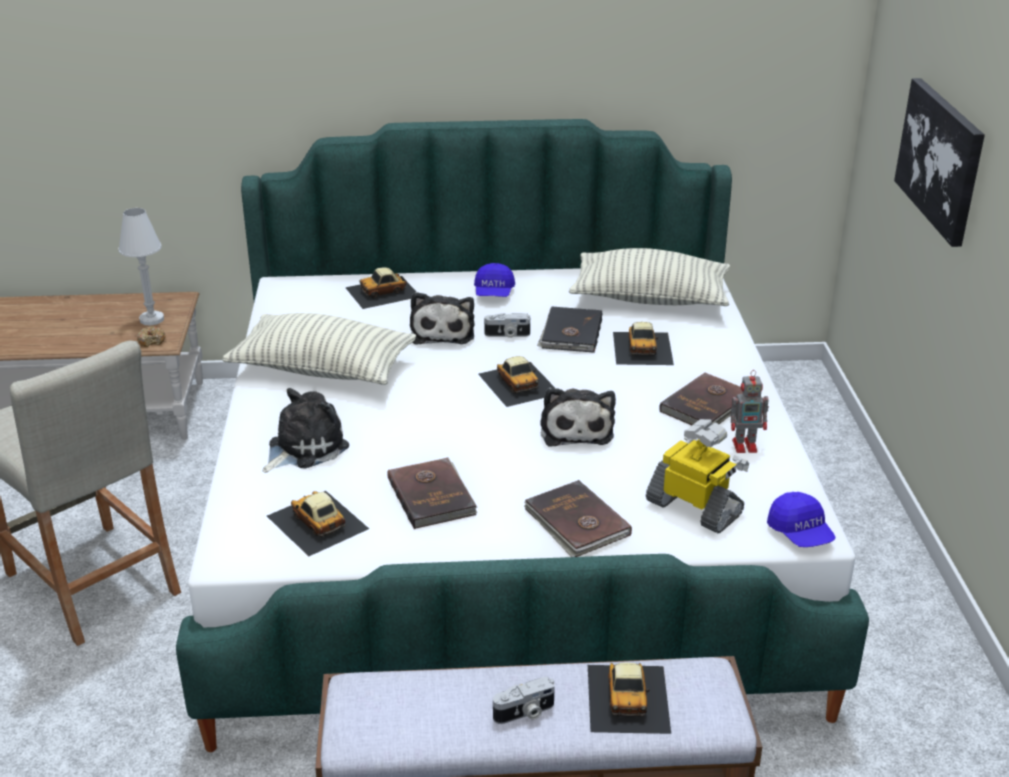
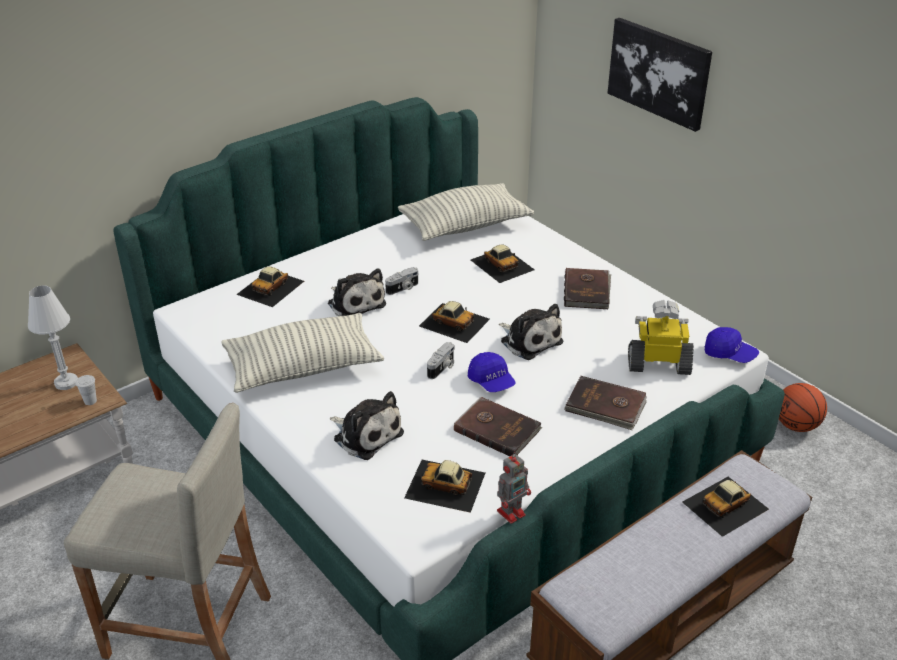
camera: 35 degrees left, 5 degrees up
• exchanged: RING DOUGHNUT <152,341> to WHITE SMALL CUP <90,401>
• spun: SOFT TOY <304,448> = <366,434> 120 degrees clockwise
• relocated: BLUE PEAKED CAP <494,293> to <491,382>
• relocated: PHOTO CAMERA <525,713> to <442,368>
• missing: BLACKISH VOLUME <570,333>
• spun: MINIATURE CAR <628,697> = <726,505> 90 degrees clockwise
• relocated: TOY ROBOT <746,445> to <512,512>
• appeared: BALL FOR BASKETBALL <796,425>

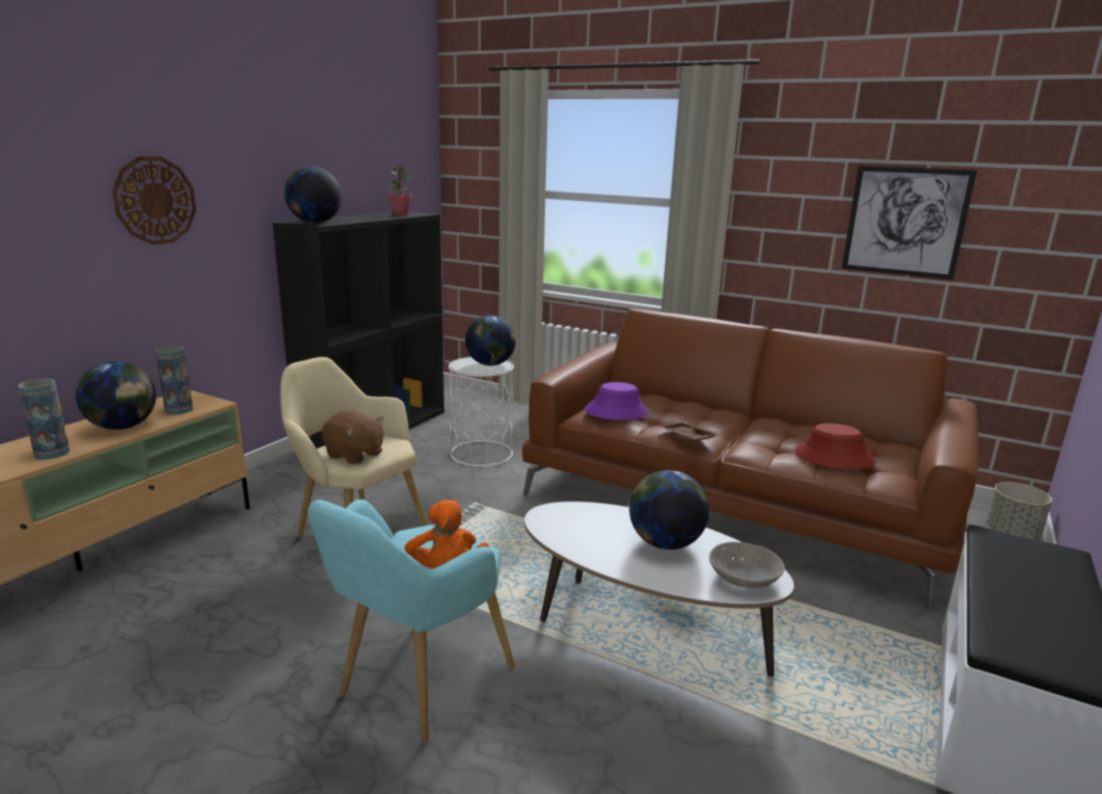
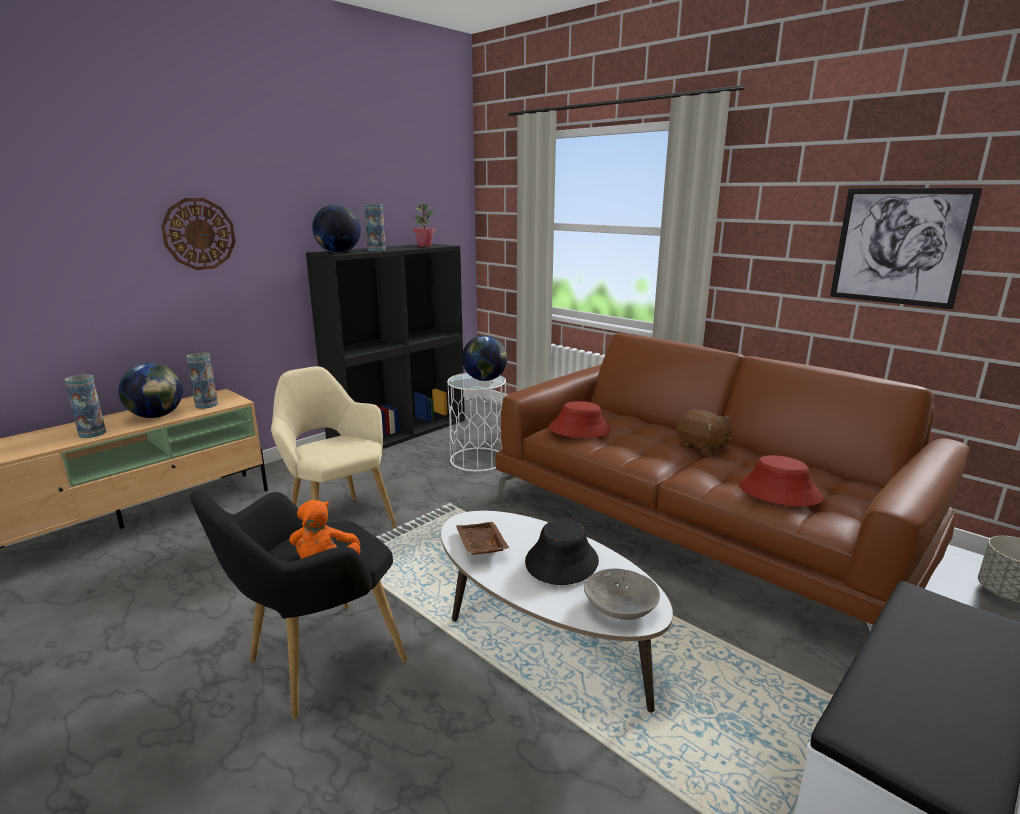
camera: 15 degrees right, 0 degrees up
• colour: TURQUOISE-COLOURED ARMCHAIR <417,685> to BLACKISH ARMCHAIR <315,664>
• relocated: BROWNISH SOFT TOY <354,455> to <702,447>
• colour: PURPLE-COLOURED CLOTHING HAT <616,411> to RED-COLOURED CLOTHING HAT <579,429>
• exchanged: DESK GLOBE <665,543> to BLACKISH CLOTHING HAT <561,561>
• relocated: BROWNISH TRAY <687,438> to <480,546>
• appeared: DECORATIVE VASE <376,250>

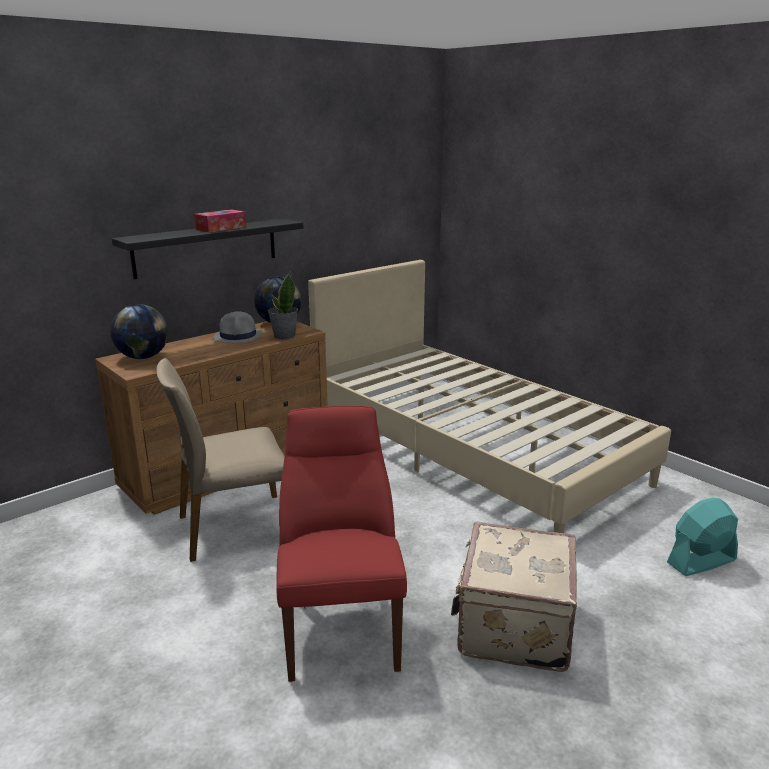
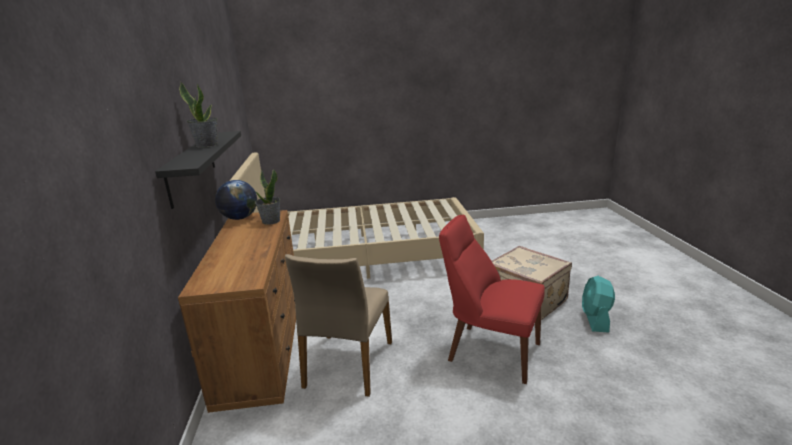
camera: 55 degrees left, 0 degrees up
• missing: DESK GLOBE <143,357>
• exchanged: BOX OF TISSUES <221,228> to POTTED PLANT <207,145>
• missing: GRAY CLOTHING HAT <238,336>
• relocated: TURQUOISE-COLOURED FAN <701,561> to <595,319>

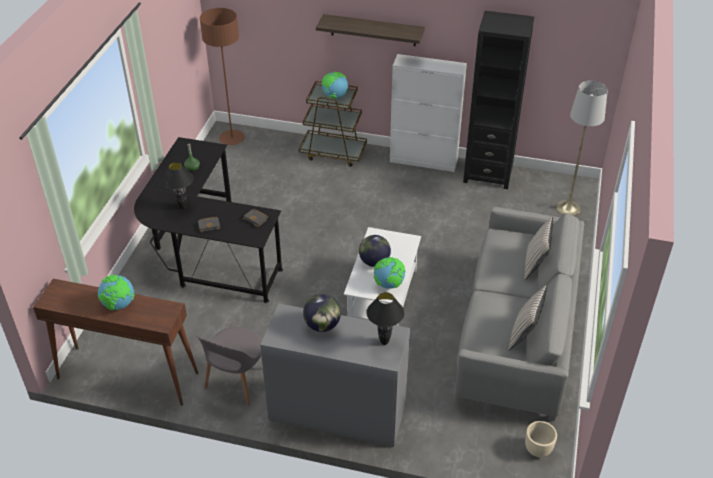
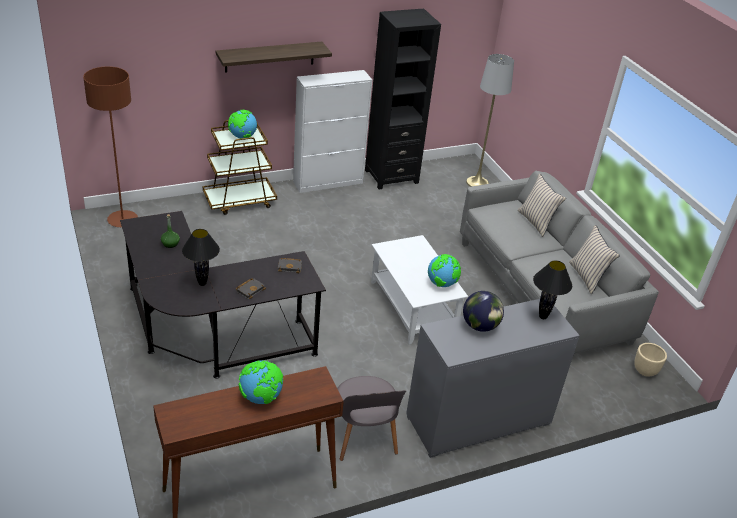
camera: 40 degrees left, 5 degrees down
• missing: DESK GLOBE <374,262>

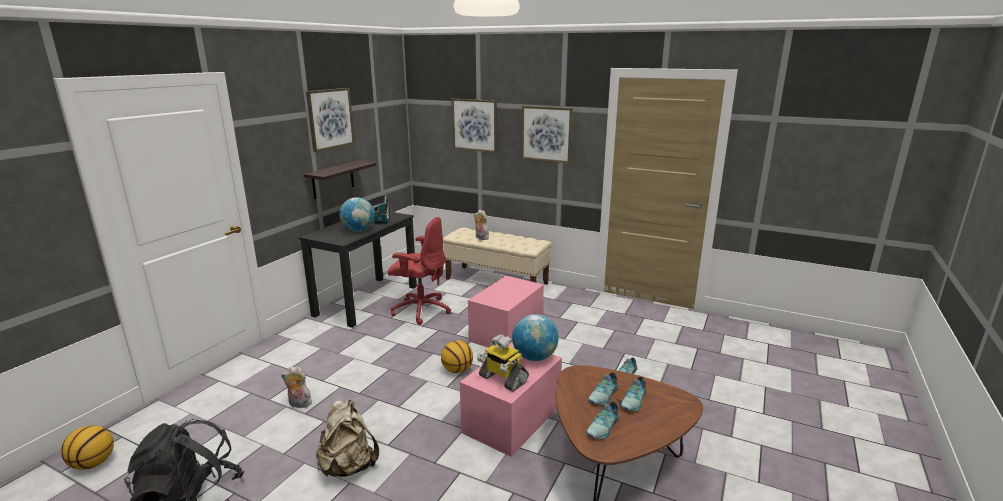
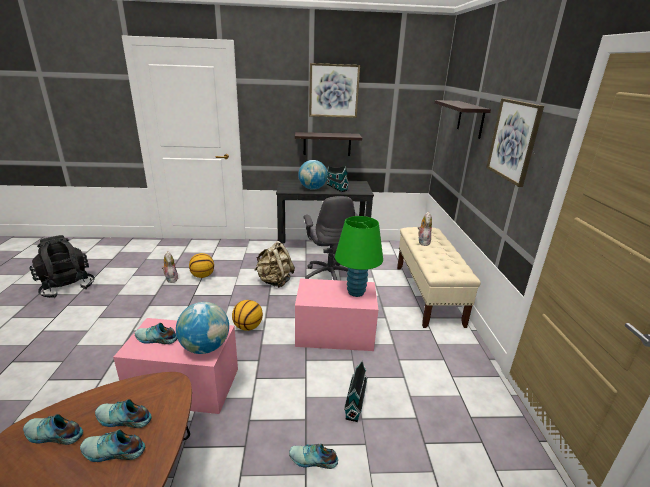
camera: 60 degrees right, 5 degrees up
• relocated: BALL FOR BASKETBALL <93,463> to <203,276>
• relocated: BEIGE-COLOURED RUCKSACK <348,466> to <274,281>
• colour: RED-COLOURED DESK CHAIR <420,310> to GRAY DESK CHAIR <330,276>
• exchanged: WALL PICTURE <474,125> to SHELF <470,119>
• exchanged: TOY ROBOT <502,379> to SHOE <156,339>
• appeared: GREEN-COLOURED LAMP FOR A TABLE <356,292>
• appeared: TOY HOUSE <355,401>

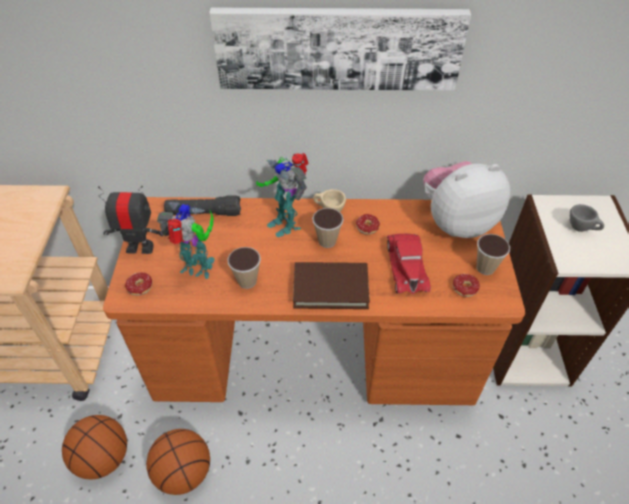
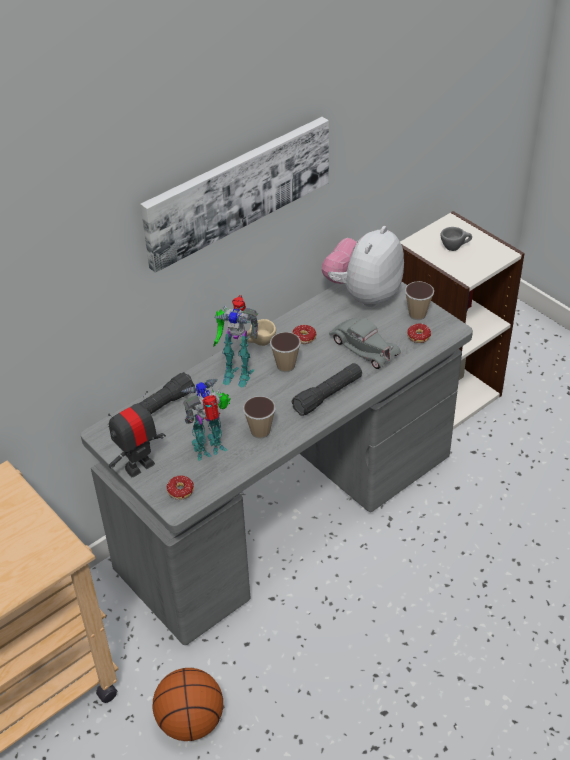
camera: 40 degrees left, 5 degrees down
• colour: ORANGE DESK TABLE <314,358> to GRAY DESK TABLE <288,513>
• missing: BALL FOR BASKETBALL <183,472>
• exchanged: BROWNISH VOLUME <330,288> to BLACKISH HAND TORCH <328,395>
• colour: RED-COLOURED MINIATURE CAR <406,266> to GRAY MINIATURE CAR <363,347>

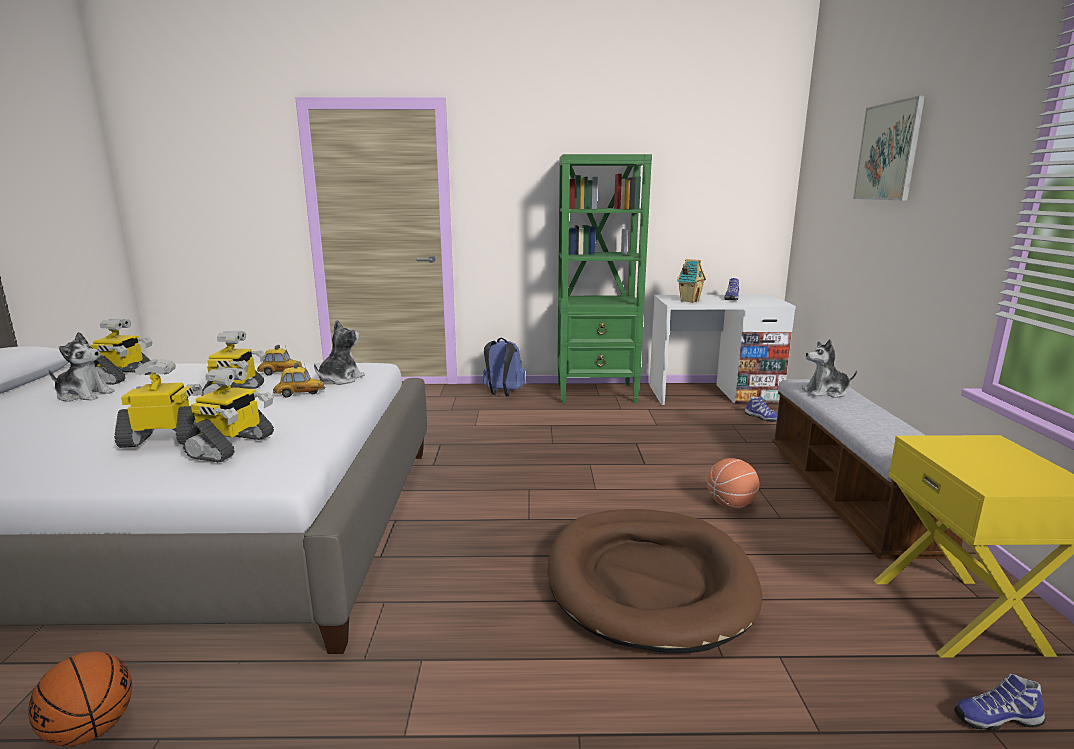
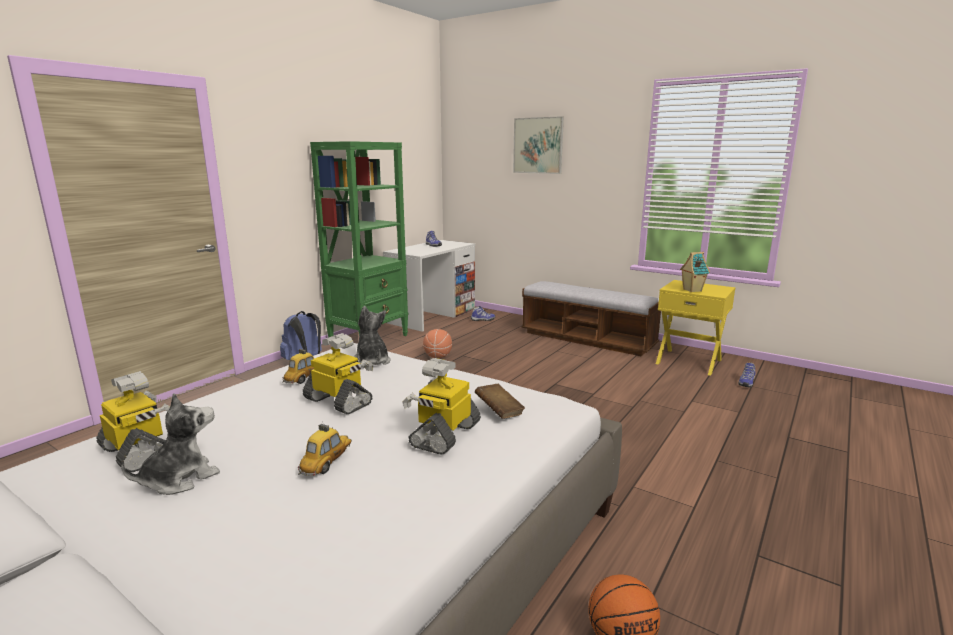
camera: 55 degrees left, 0 degrees up
• exchanged: TOY ROBOT <233,446> to BROWNISH VOLUME <499,411>
• relocated: MINIATURE CAR <299,394> to <327,463>
• missing: BROWNISH PET BED <648,581>
• relocated: TOY HOUSE <689,301> to <691,290>
• relocated: BALL FOR BASKETBALL <730,504> to <438,356>
• missing: SOFT TOY <826,392>

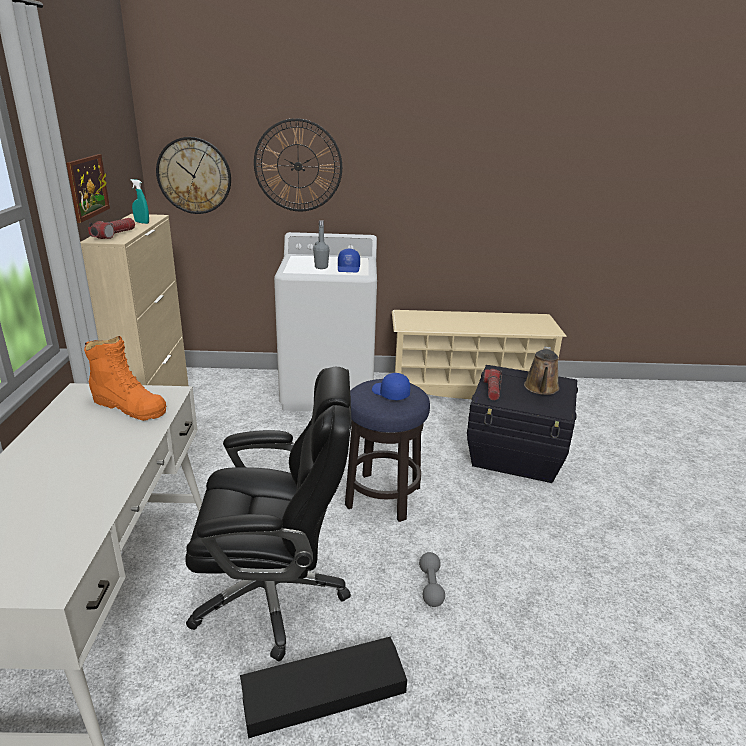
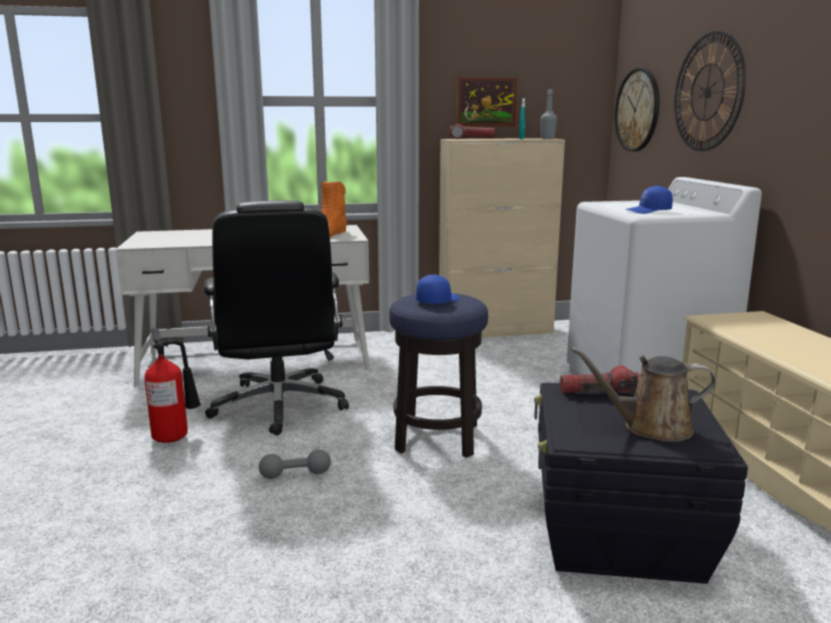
camera: 80 degrees right, 10 degrees down
• exchanged: BLACKISH STORAGE BIN <323,692> to EXTINGUISHER <175,437>
• relocated: GRAY BOTTLE <321,267> to <547,138>

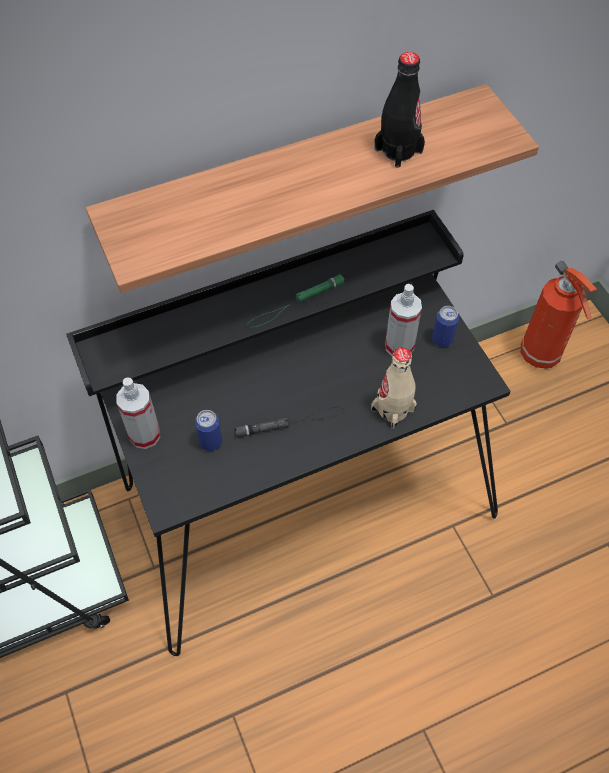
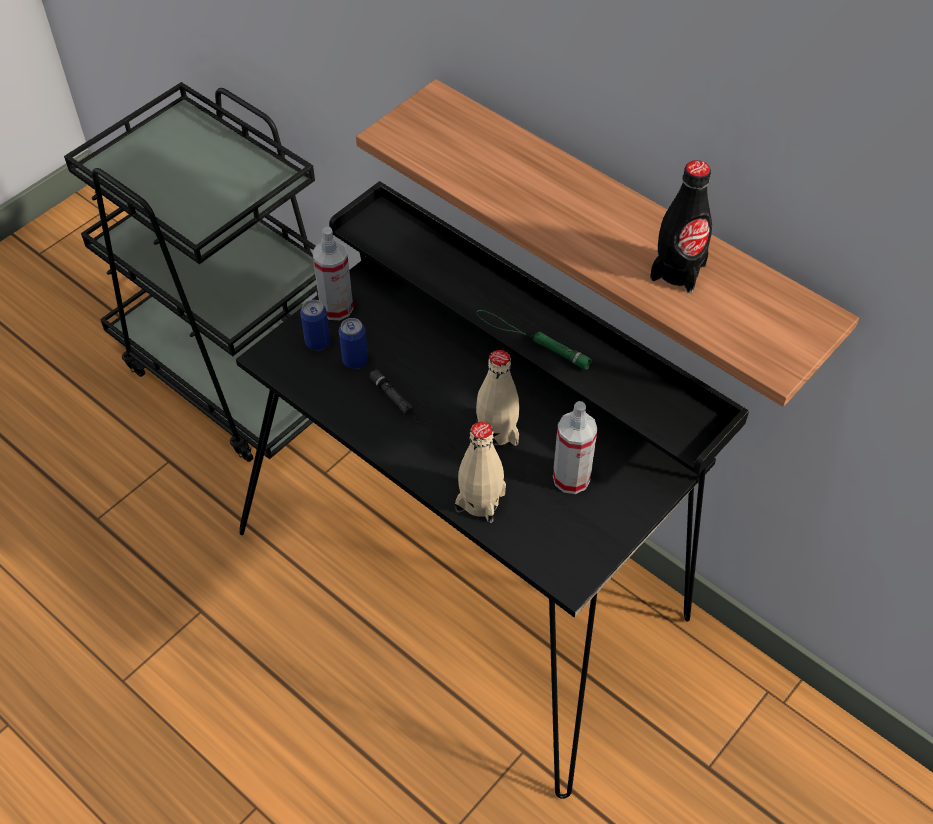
camera: 65 degrees right, 5 degrees down
• relocated: METAL CAN <442,339> to <317,342>
• missing: EXTINGUISHER <541,356>
• appeared: BEIGE-COLOURED BOTTLE <497,431>

